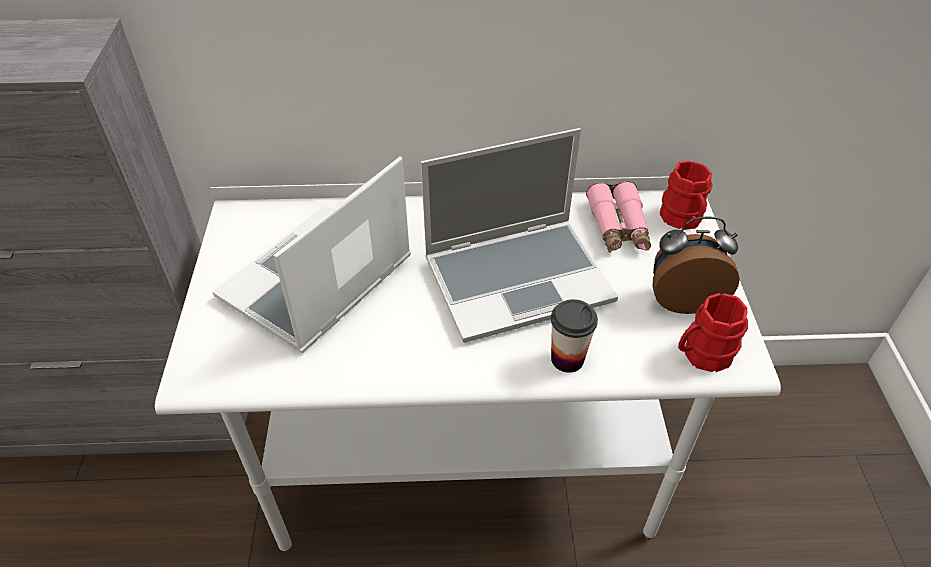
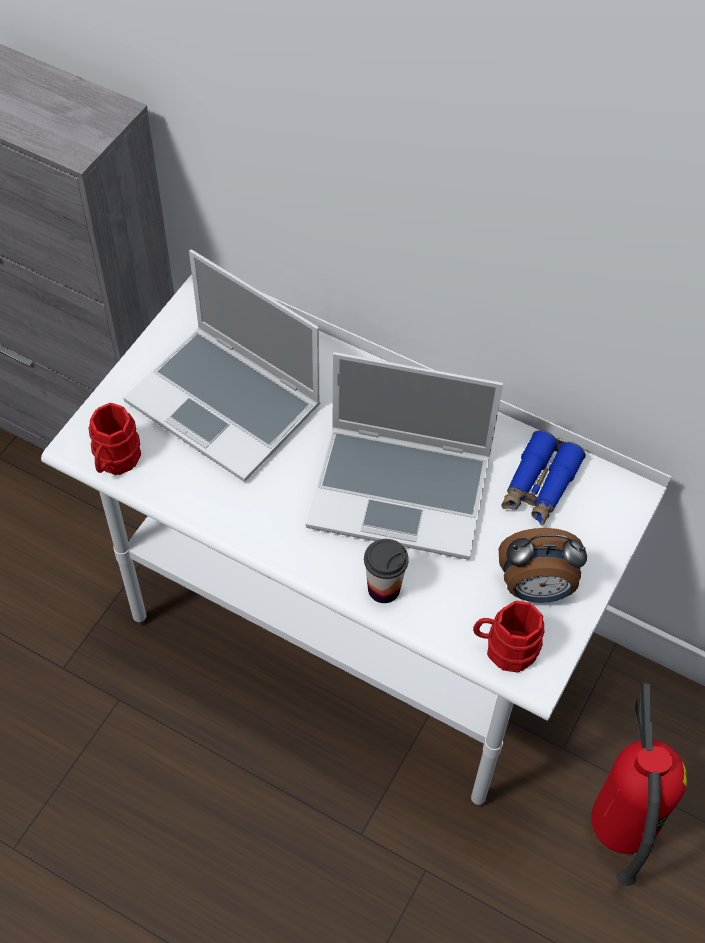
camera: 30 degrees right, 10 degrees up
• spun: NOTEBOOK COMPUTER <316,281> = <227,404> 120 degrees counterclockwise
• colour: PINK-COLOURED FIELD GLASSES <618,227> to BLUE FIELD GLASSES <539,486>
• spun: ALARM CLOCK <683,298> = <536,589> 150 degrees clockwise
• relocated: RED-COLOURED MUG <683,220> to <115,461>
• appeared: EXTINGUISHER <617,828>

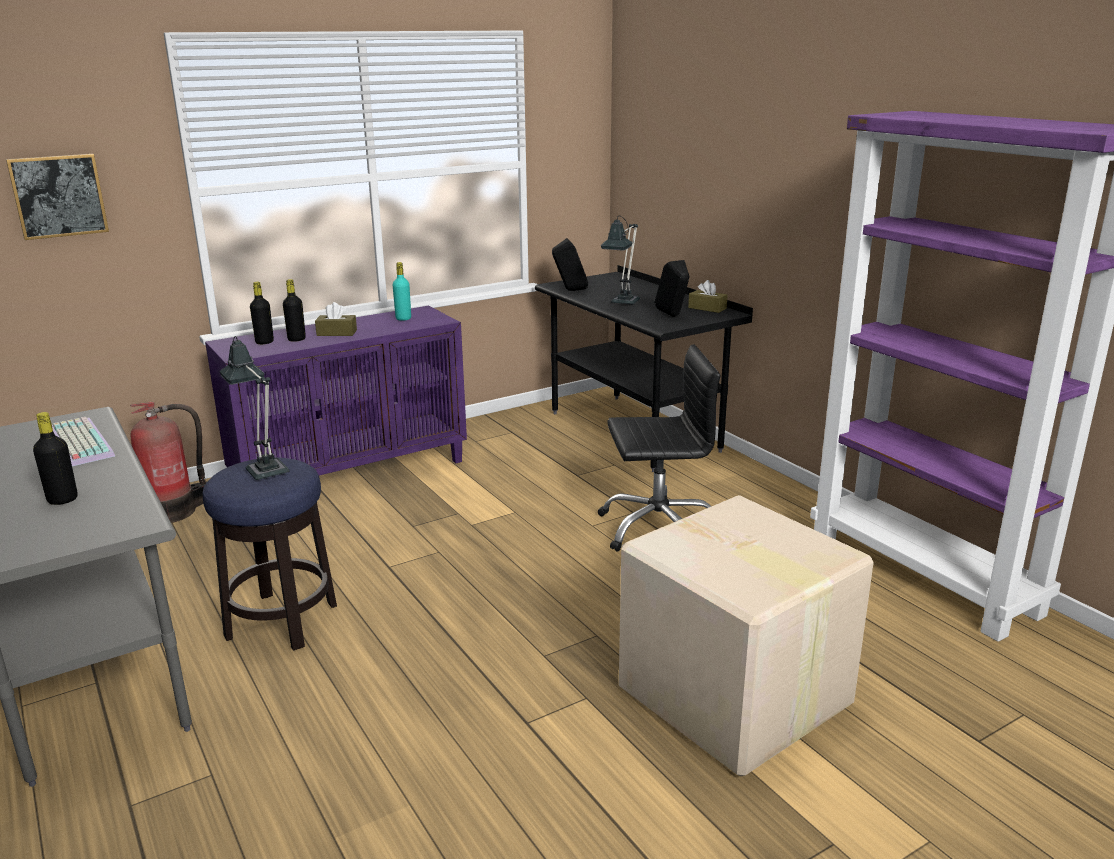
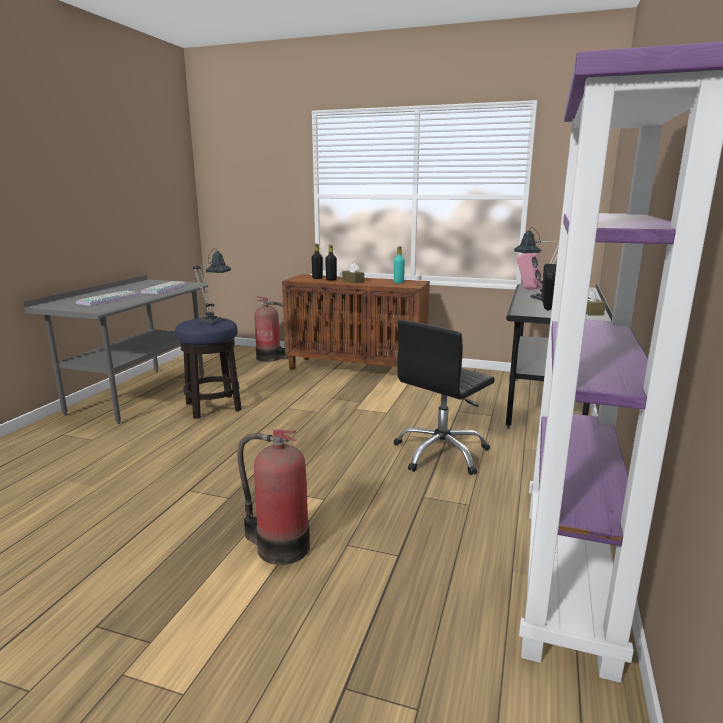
camera: 50 degrees right, 5 degrees down
• missing: WALL PICTURE <58,196>
• exchanged: BLACKISH BOTTLE <62,499> to COMPUTER KEYBOARD <108,299>
• colour: PURPLE-COLOURED CUPBOARD <352,474> to BROWNISH CUPBOARD <357,369>
• colour: BLACKISH AUDIO SPEAKER <570,290> to PINK-COLOURED AUDIO SPEAKER <527,289>
• spun: BLACKISH DESK CHAIR <658,527> = <441,453> 90 degrees clockwise
• exchanged: CARDBOARD BOX <734,698> to EXTINGUISHER <279,546>

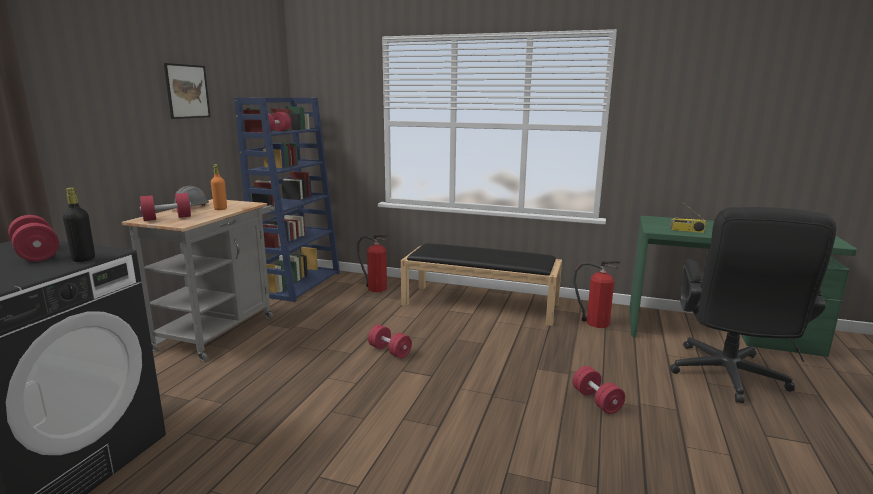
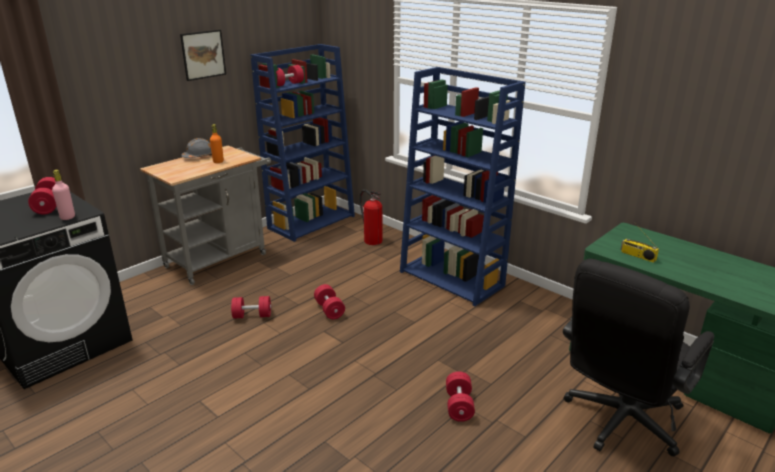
camera: 25 degrees right, 10 degrees up
• colour: BLACKISH BOTTLE <84,259> to PINK-COLOURED BOTTLE <67,217>
• relocated: RED-COLOURED FREE WEIGHT <167,218> to <252,316>
• exchanged: BLACKISH INDOOR BENCH <481,304> to BLUE BOOKSHELF <452,279>
• missing: EXTINGUISHER <595,323>

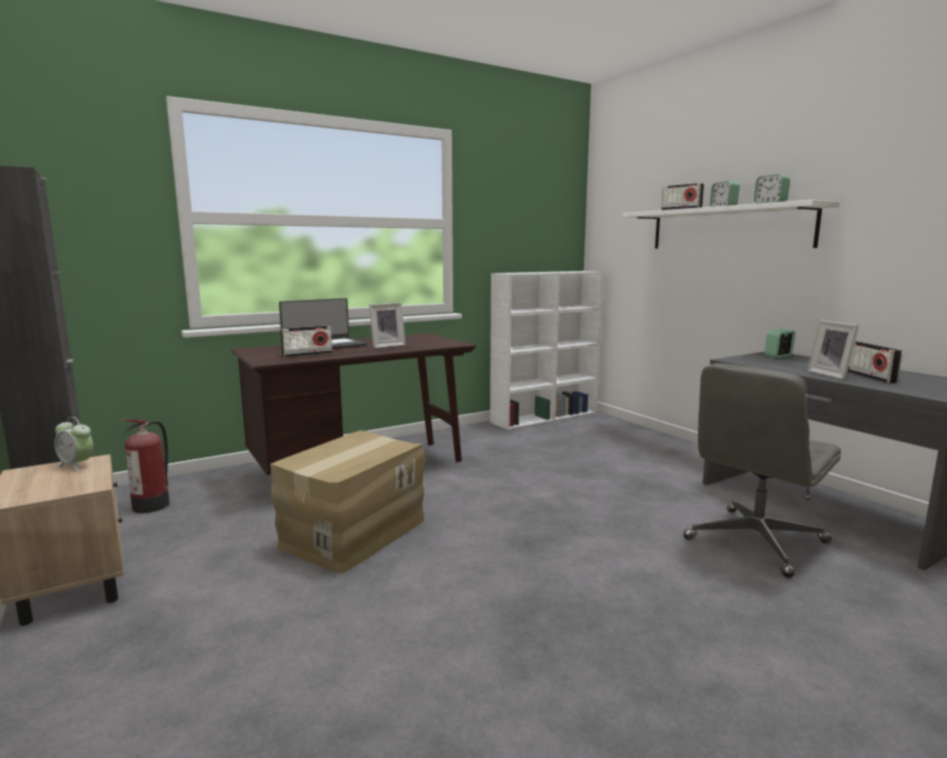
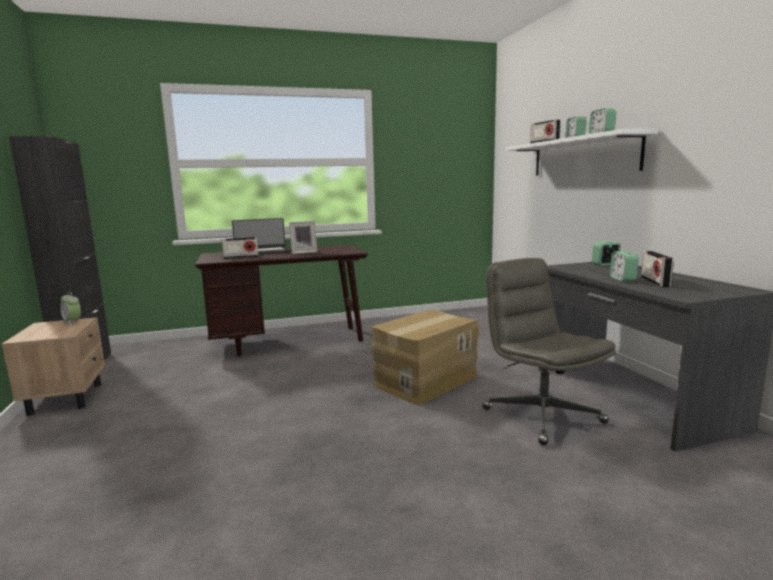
camera: 15 degrees right, 0 degrees up
• missing: EXTINGUISHER <153,504>
• relocated: CARDBOARD BOX <352,533> to <424,381>
• missing: WHITE BOOKSHELF <545,417>
• spun: GRAY DESK CHAIR <755,541> = <541,415> 90 degrees clockwise
• exchanged: PICTURE FRAME <832,374> to ALARM CLOCK <622,279>

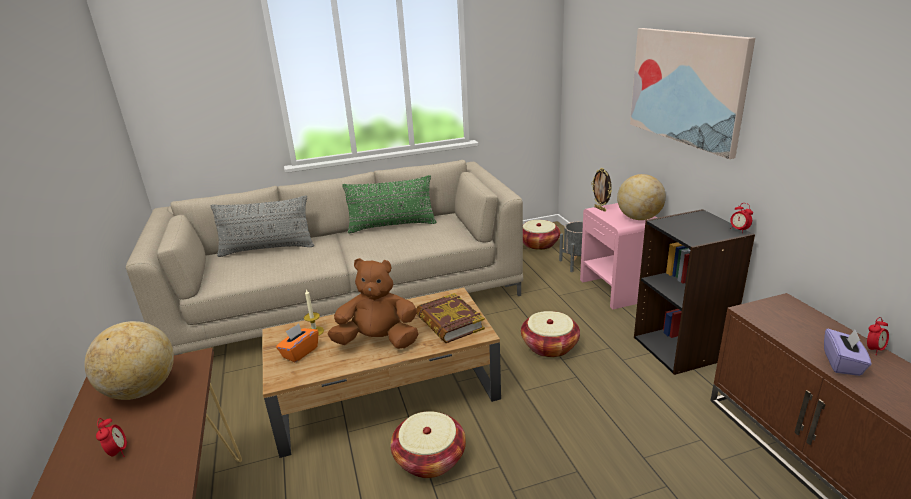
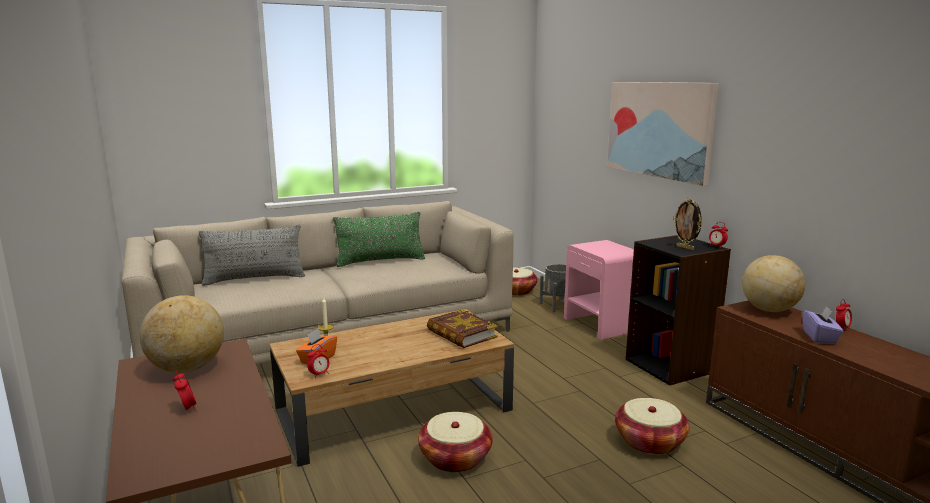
camera: 10 degrees left, 10 degrees down
• missing: BROWNISH SOFT TOY <378,341>
• relocated: BASKET <549,346> to <649,442>
• relocated: PICTURE FRAME <600,209> to <685,248>
• relocated: DESK GLOBE <639,218> to <769,310>
• appeared: ALARM CLOCK <319,374>

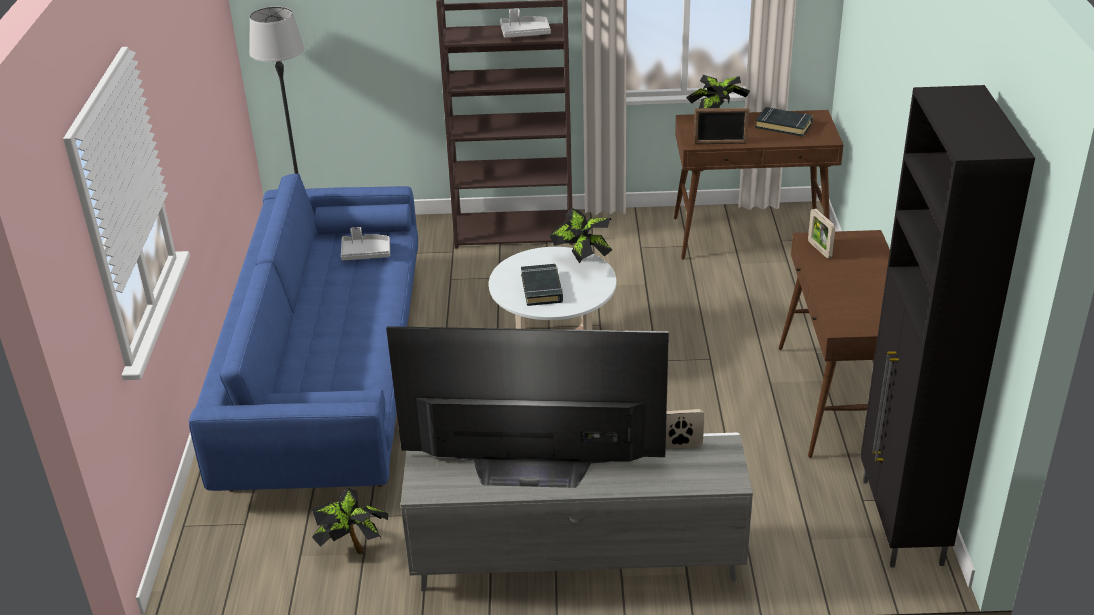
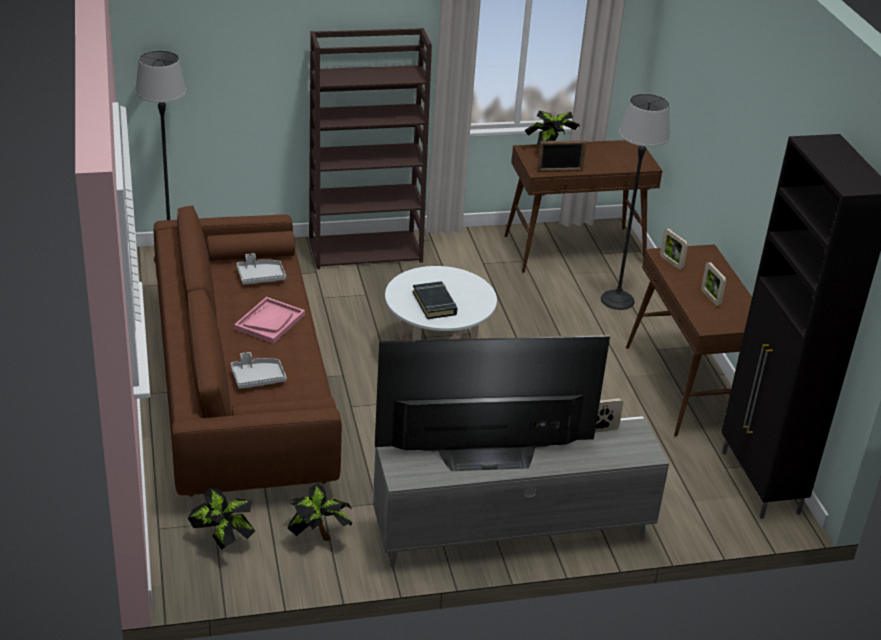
camera: 15 degrees left, 0 degrees up
• colour: BLUE COUCH <329,374> to BROWNISH COUCH <242,388>
• relocated: GRAY TRAY <524,33> to <258,378>
• relocated: POTTED PLANT <582,262> to <223,541>
• missing: BLACKISH VOLUME <784,125>
• appeared: PINK-COLOURED TRAY <269,322>
• appeared: STANDARD LAMP <617,300>
• appeared: PICTURE FRAME <710,298>

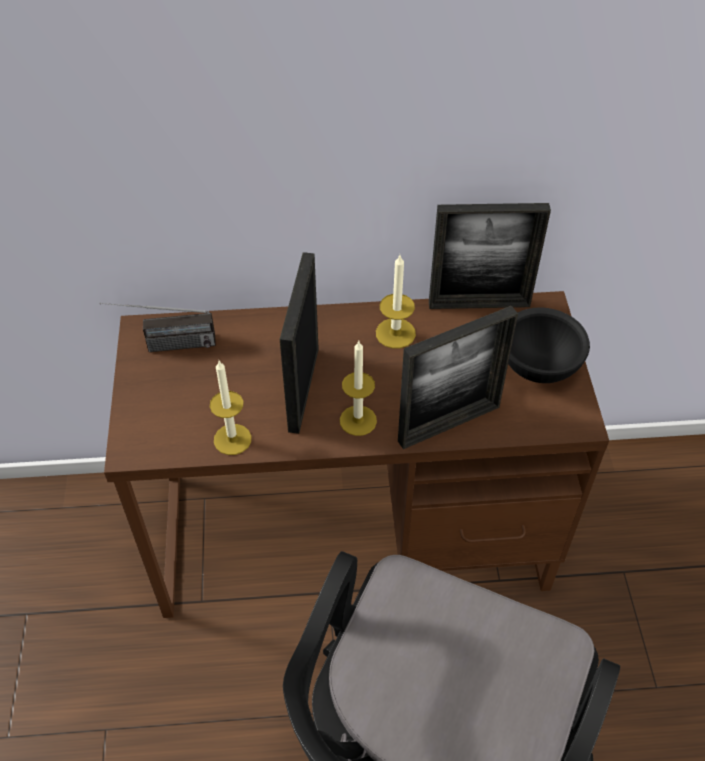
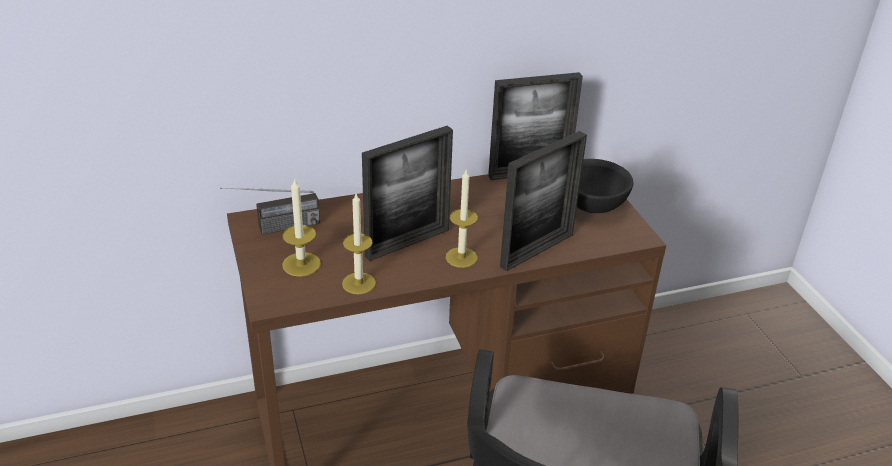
camera: 15 degrees left, 15 degrees down
• spun: PICTURE FRAME <303,389> = <407,243> 120 degrees counterclockwise
• relocated: WAX LIGHT <395,333> to <301,264>

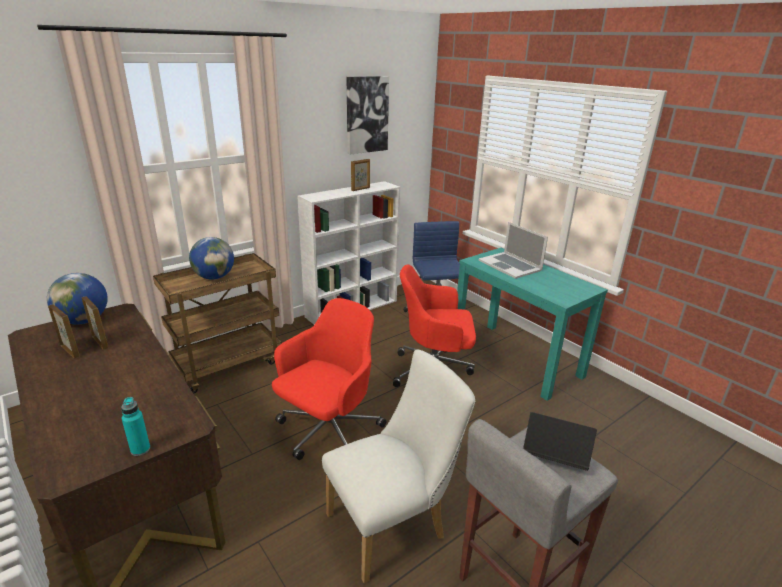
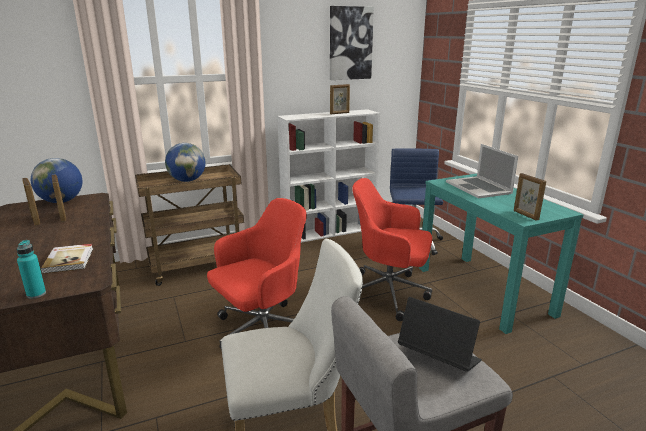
camera: 15 degrees right, 5 degrees down
• appeared: VOLUME <69,260>
• appeared: PICTURE FRAME <525,215>

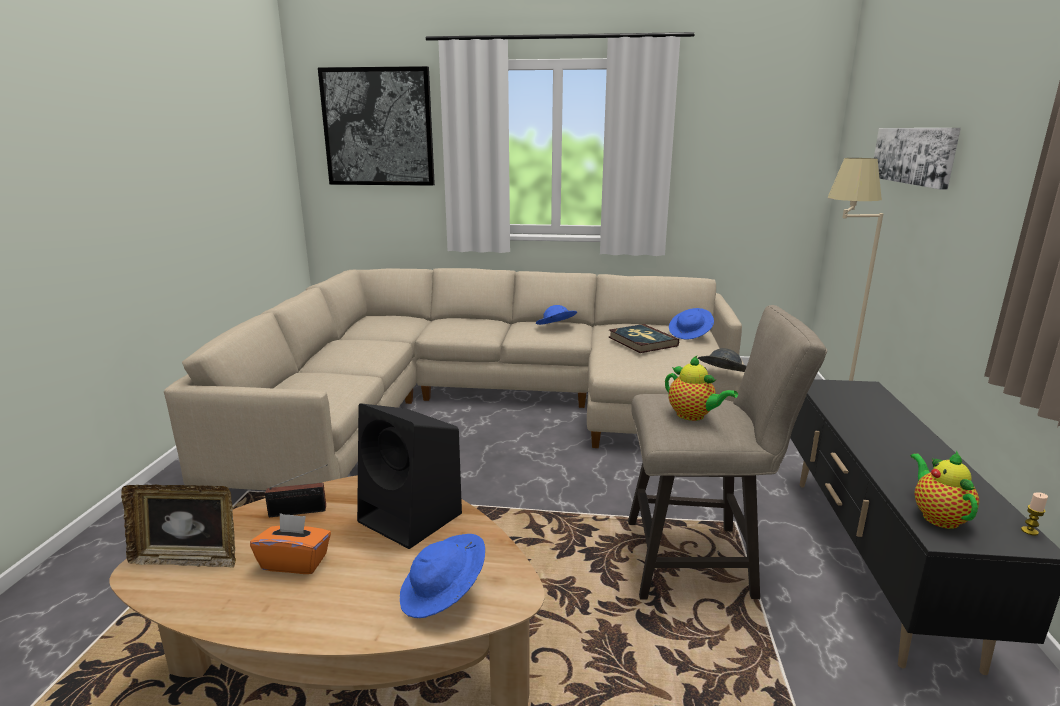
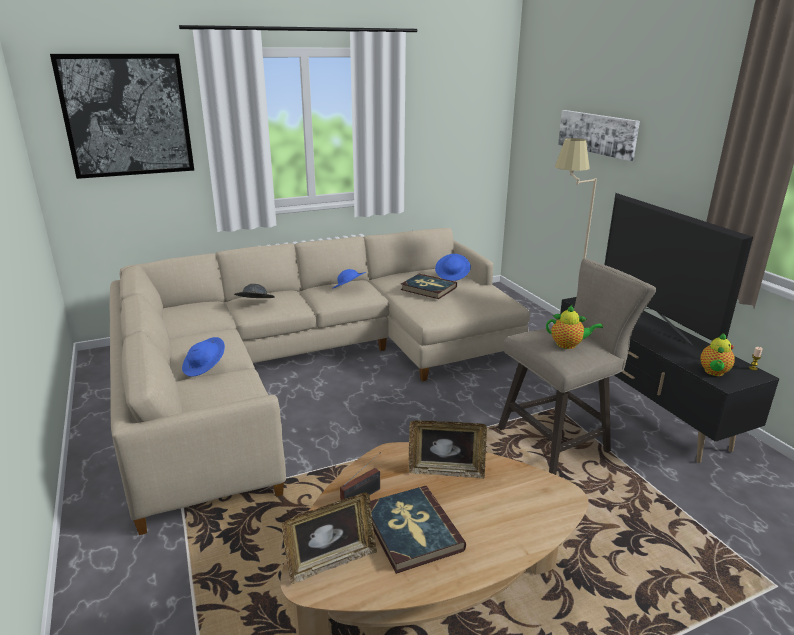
camera: 30 degrees left, 5 degrees up
• exchanged: ORANGE BOX OF TISSUES <295,562> to VOLUME <411,531>
• exchanged: BLACKISH AUDIO SPEAKER <413,518> to PICTURE FRAME <446,471>
• relocated: BLUE CLOTHING HAT <443,594> to <205,367>
• relocated: GRAY CLOTHING HAT <722,376> to <254,304>
• spun: TEAPOT <937,516> = <714,372> 120 degrees counterclockwise
• appeared: TV SET <654,323>

